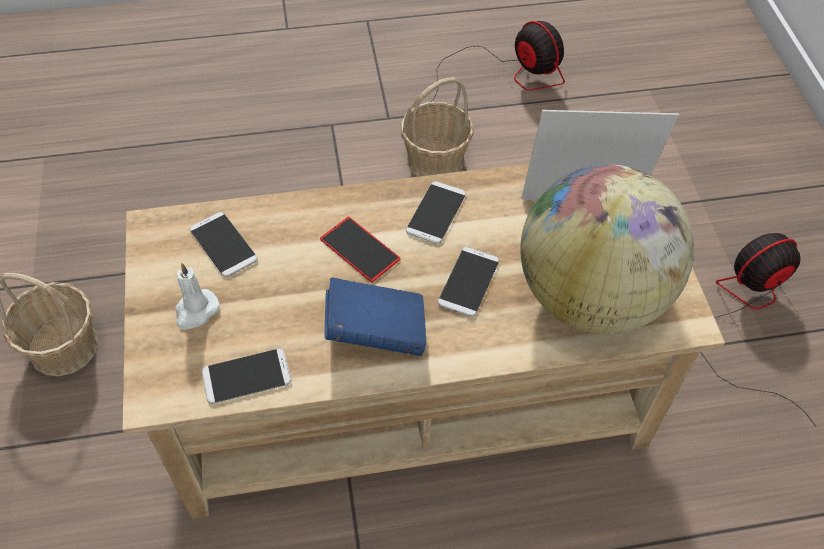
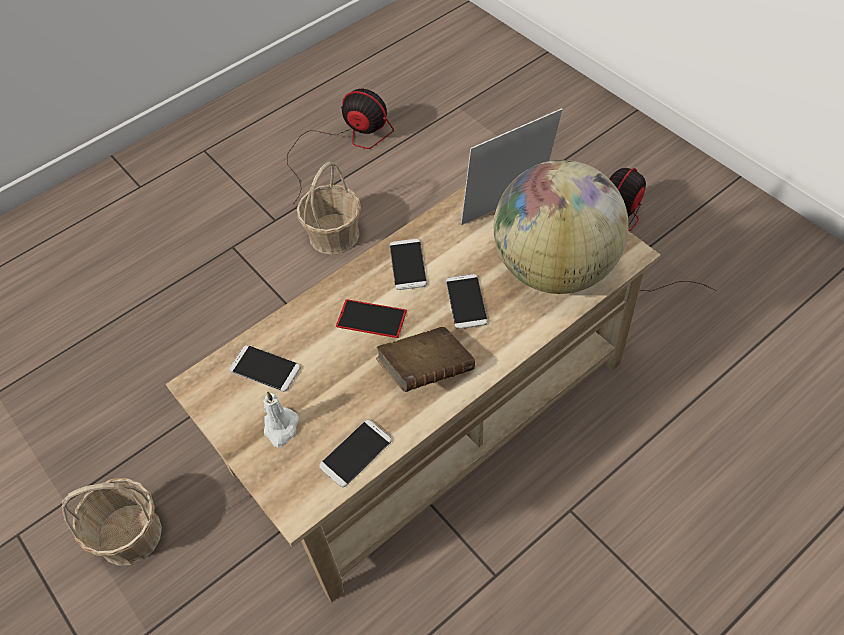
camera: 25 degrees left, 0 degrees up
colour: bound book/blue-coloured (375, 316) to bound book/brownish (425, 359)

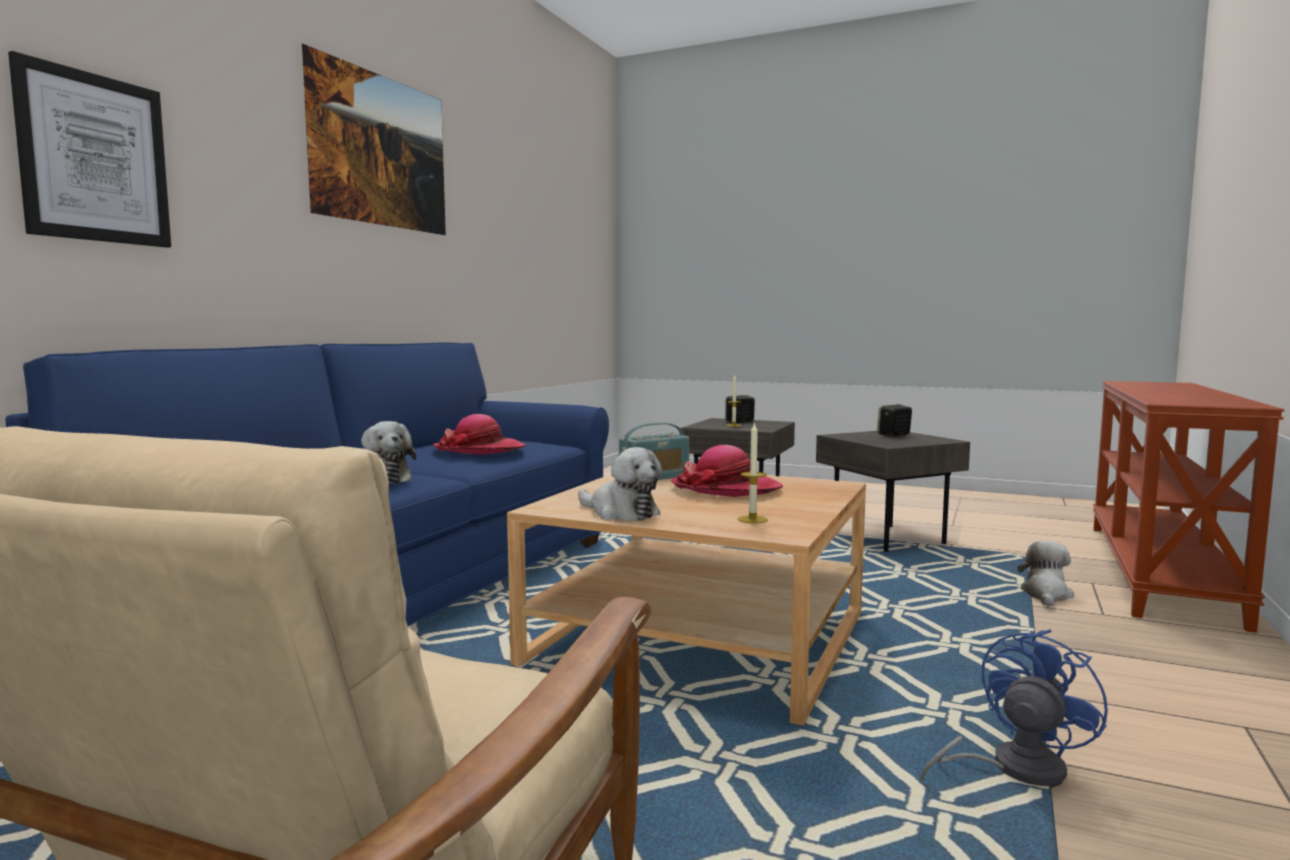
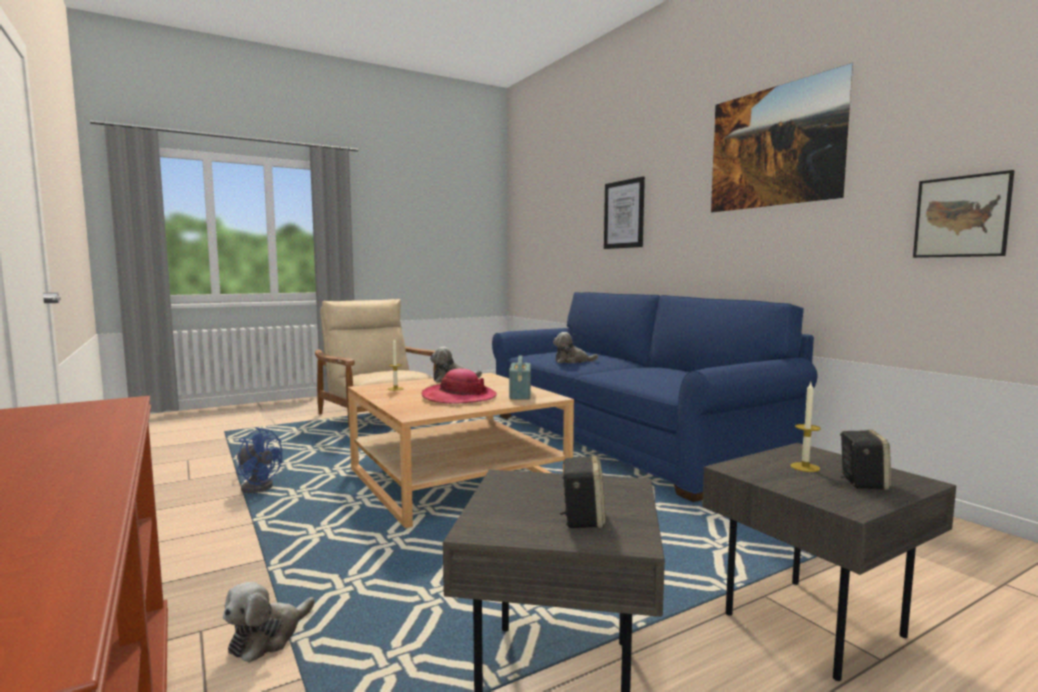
camera: 125 degrees right, 0 degrees up
missing: clothing hat (479, 434)
appeared: picture (963, 214)
spun: fan/blue-coloured (1014, 709) = (259, 460) 60 degrees counterclockwise; soft toy (1046, 574) = (269, 622) 60 degrees clockwise

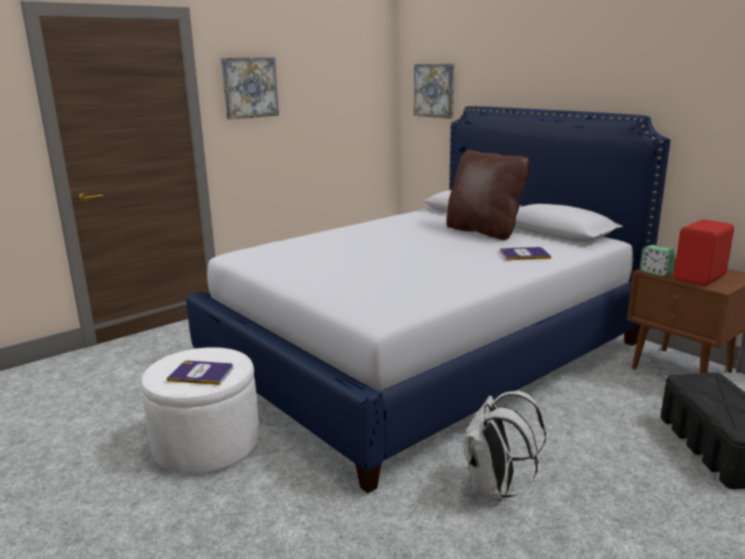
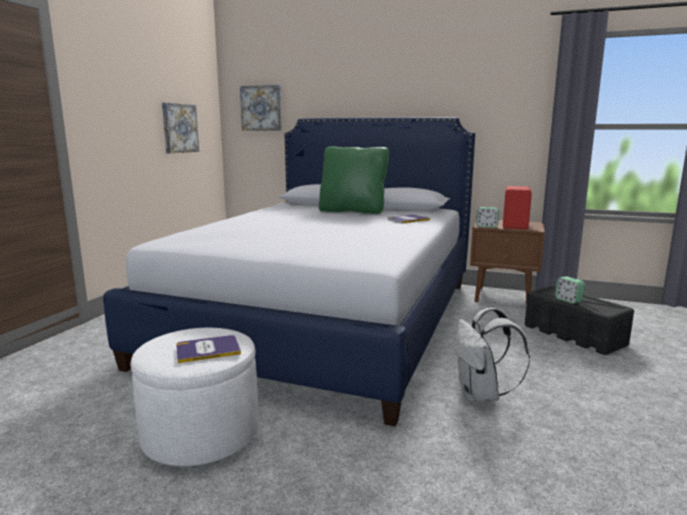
camera: 30 degrees left, 5 degrees down
appeared: alarm clock (570, 290)
relocated: picture (250, 88) to (180, 128)
colour: throw pillow/brownish (488, 195) to throw pillow/green (354, 180)

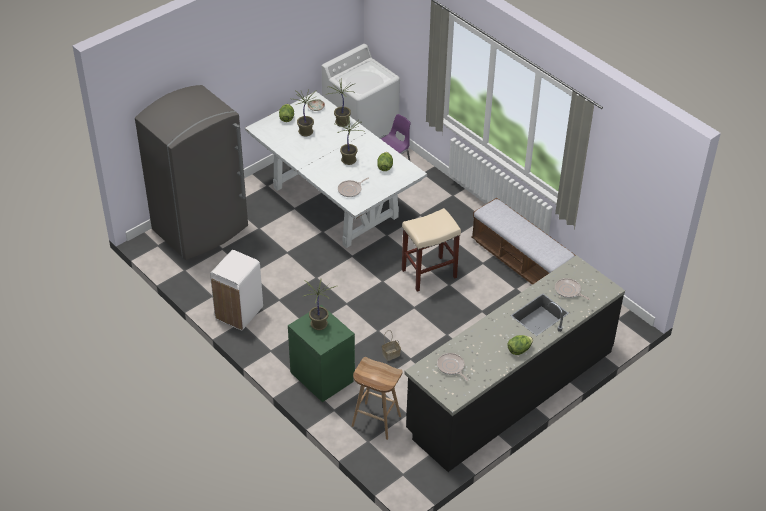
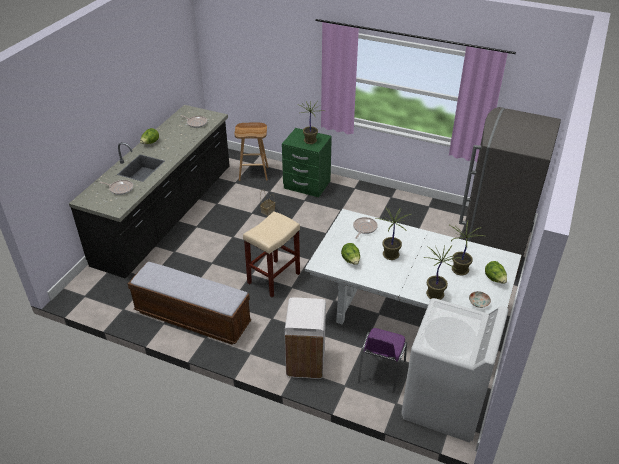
camera: 155 degrees right, 5 degrees down
relocated: waste bin/white-coloured (236, 290) to (305, 338)

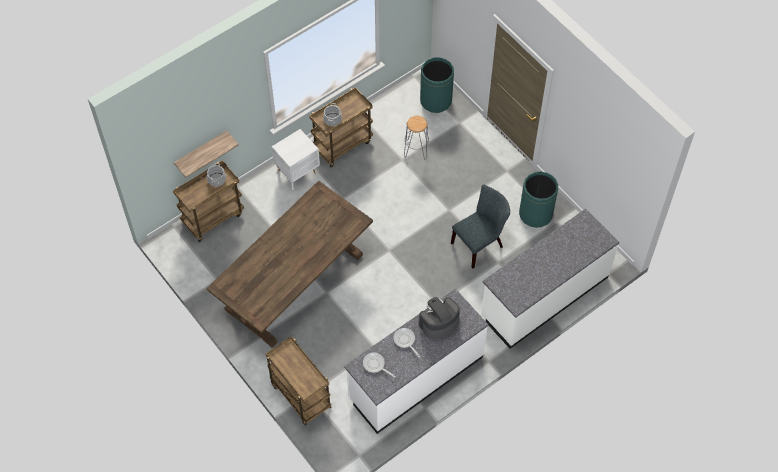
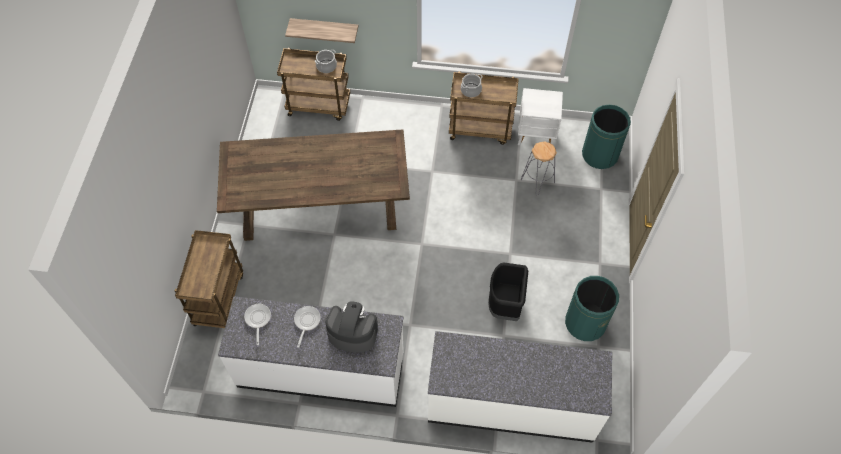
camera: 45 degrees right, 0 degrees up
relocated: night table/white-coloured (296, 159) to (540, 116)
exchanged: chair/gray (480, 226) to waste bin/blackish (508, 291)

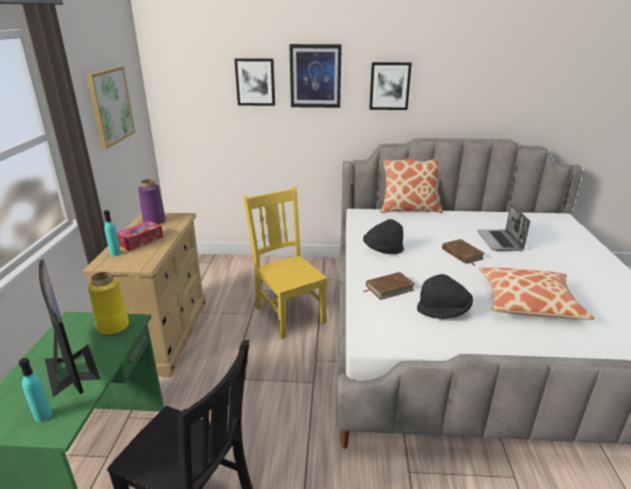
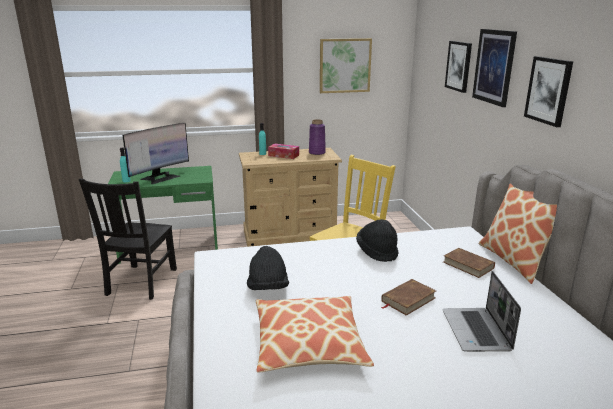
camera: 75 degrees right, 5 degrees down
missing: decorative vase/yellowish (108, 303)
relocated: bound book/brownish (389, 286) to (469, 263)
spun: laptop (503, 227) = (481, 311) 75 degrees counterclockwise

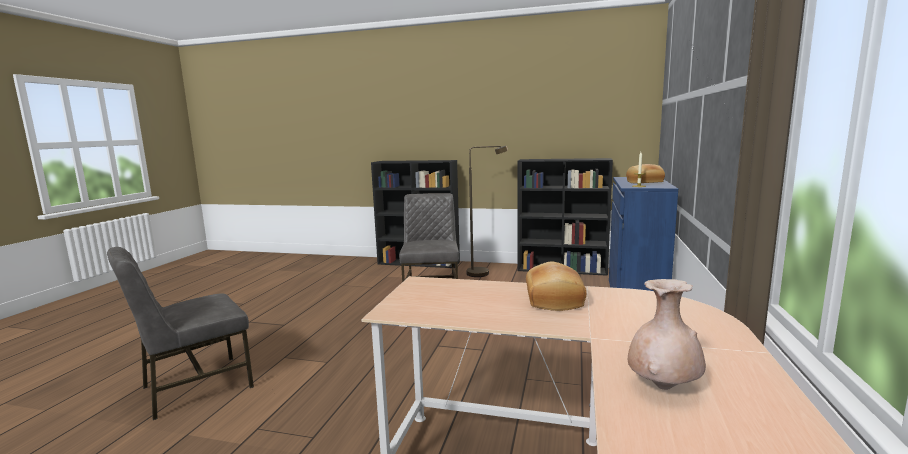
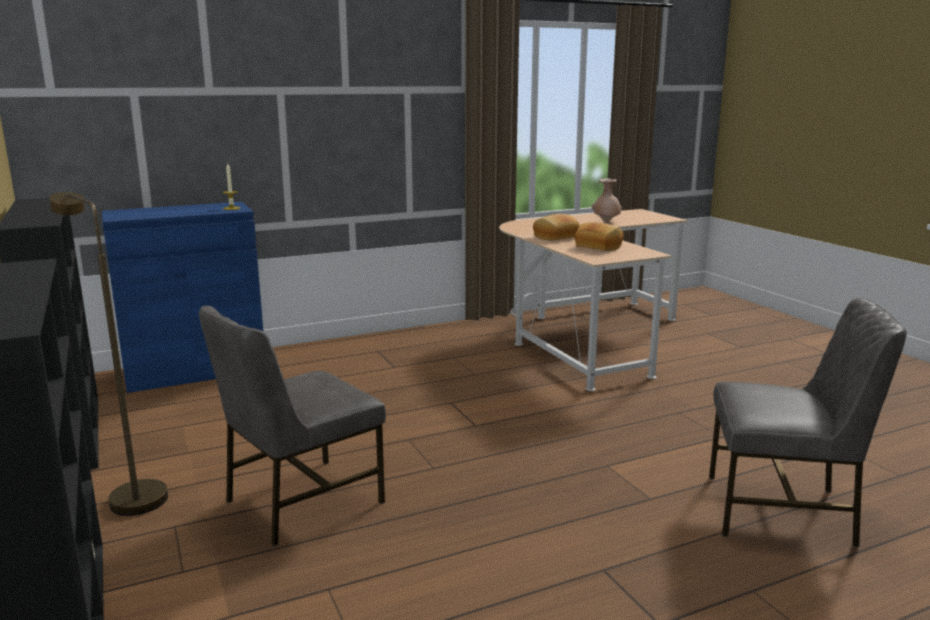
camera: 130 degrees left, 5 degrees up
relocated: bakery bread (645, 173) to (599, 236)

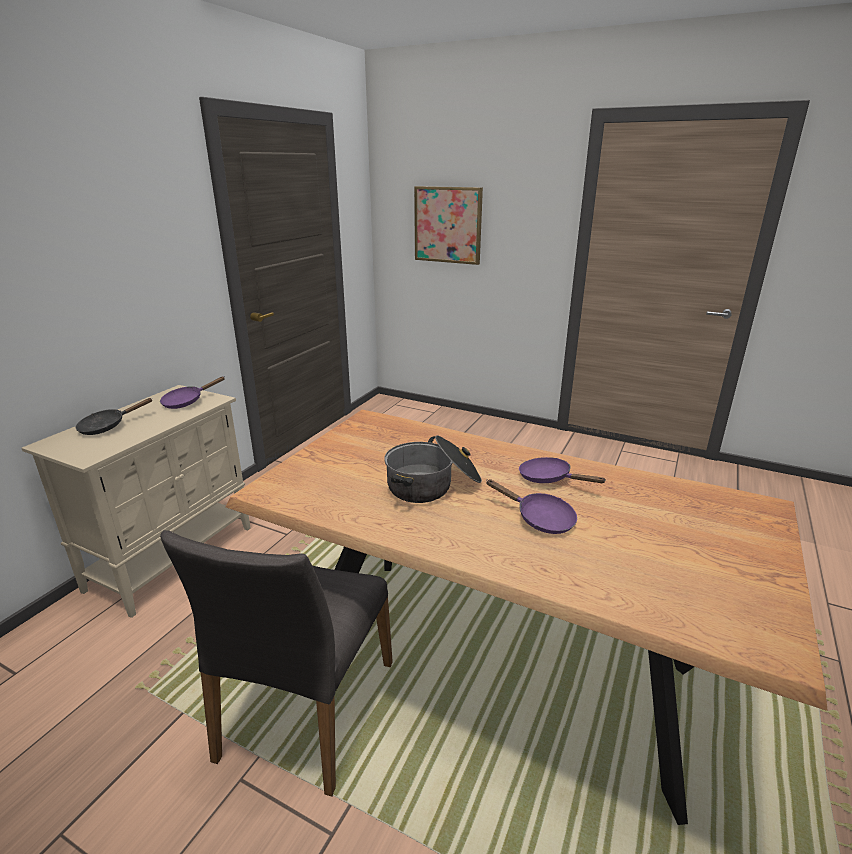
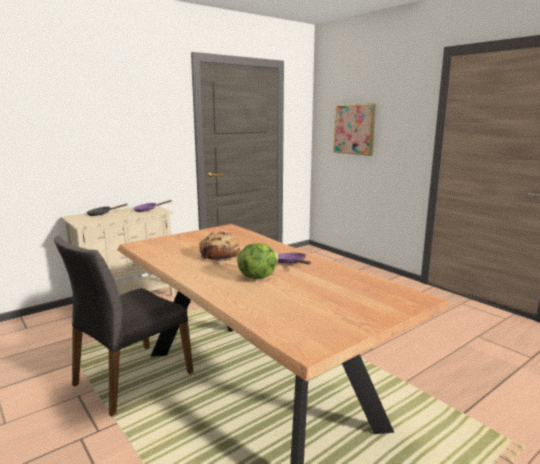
camera: 25 degrees right, 10 degrees down
exchanged: stockpot (433, 469) to bakery bread (219, 246); frying pan/purple (531, 506) to head of lettuce (258, 261)

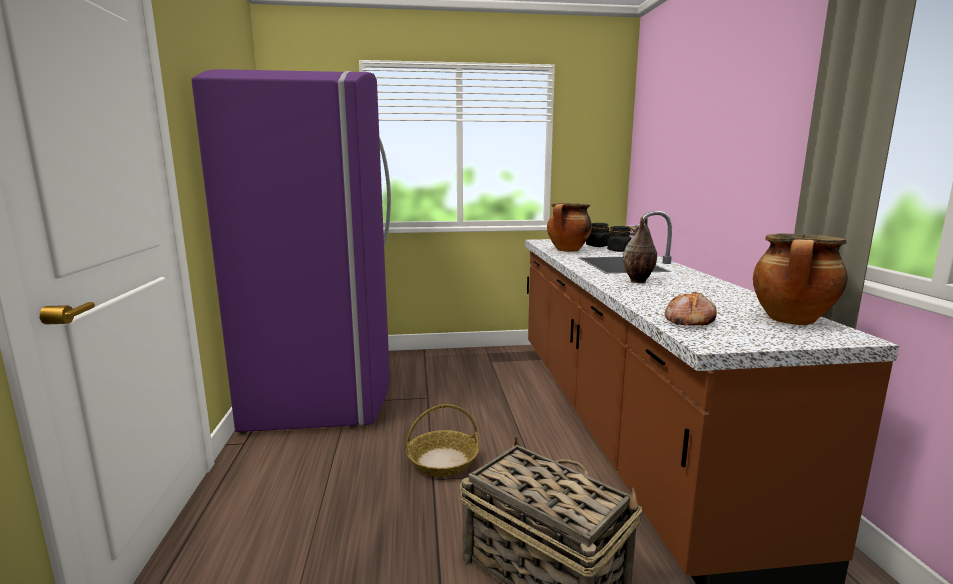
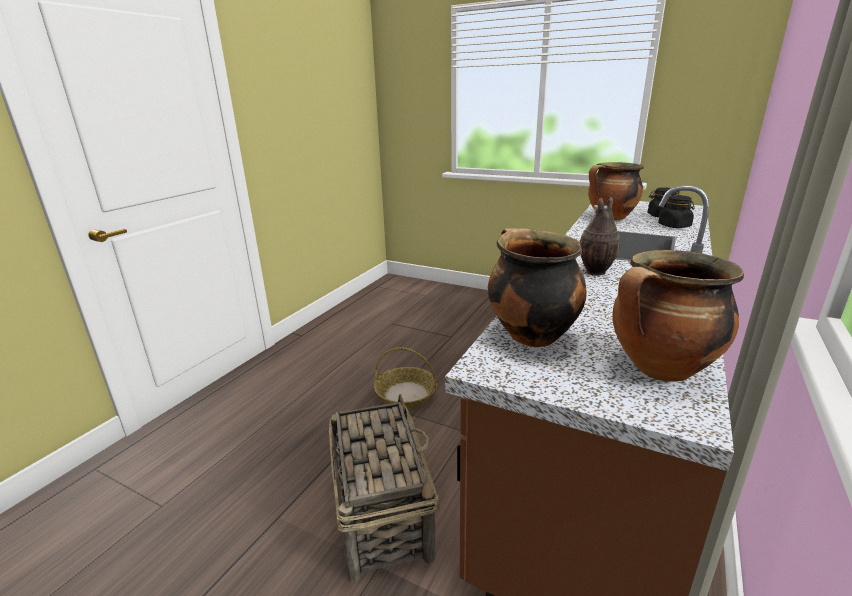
camera: 35 degrees right, 10 degrees up
missing: refrigerator/purple (291, 251)
exchanged: bakery bread (691, 308) to stockpot (537, 287)

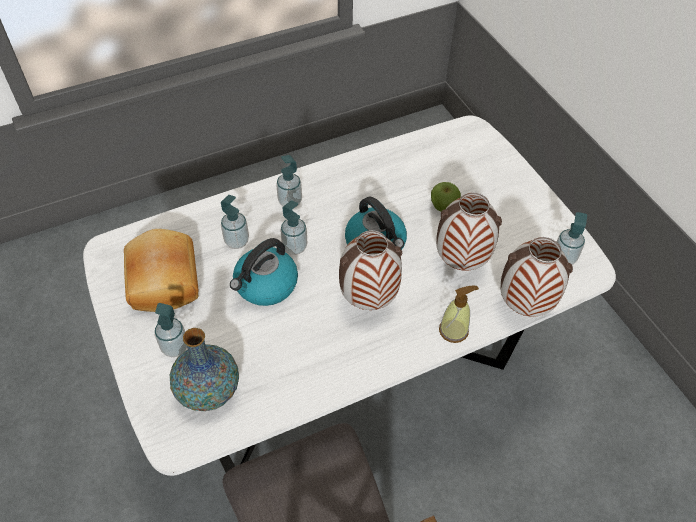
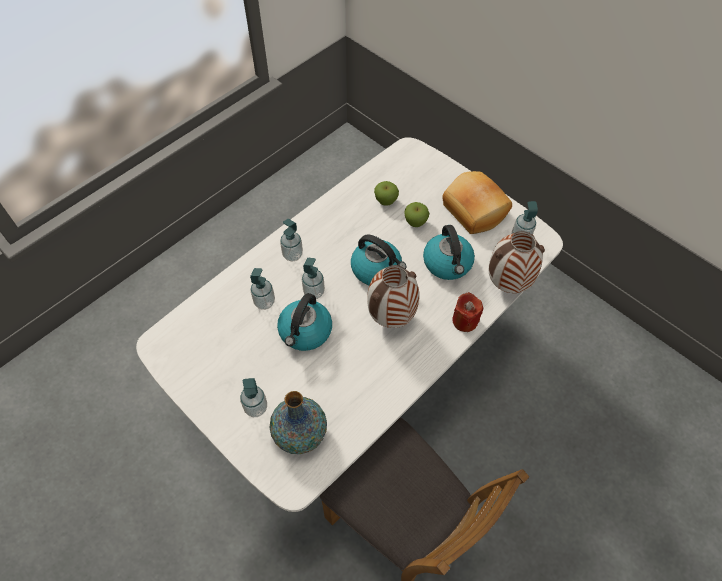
camera: 20 degrees left, 5 degrees up
appeared: apple fruit (386, 193)
relocated: bakery bread (161, 270) to (477, 202)
exchanged: decorative vase (469, 231) to kettle (449, 252); liquid soap bottle (459, 314) to wax light/reddish (467, 312)

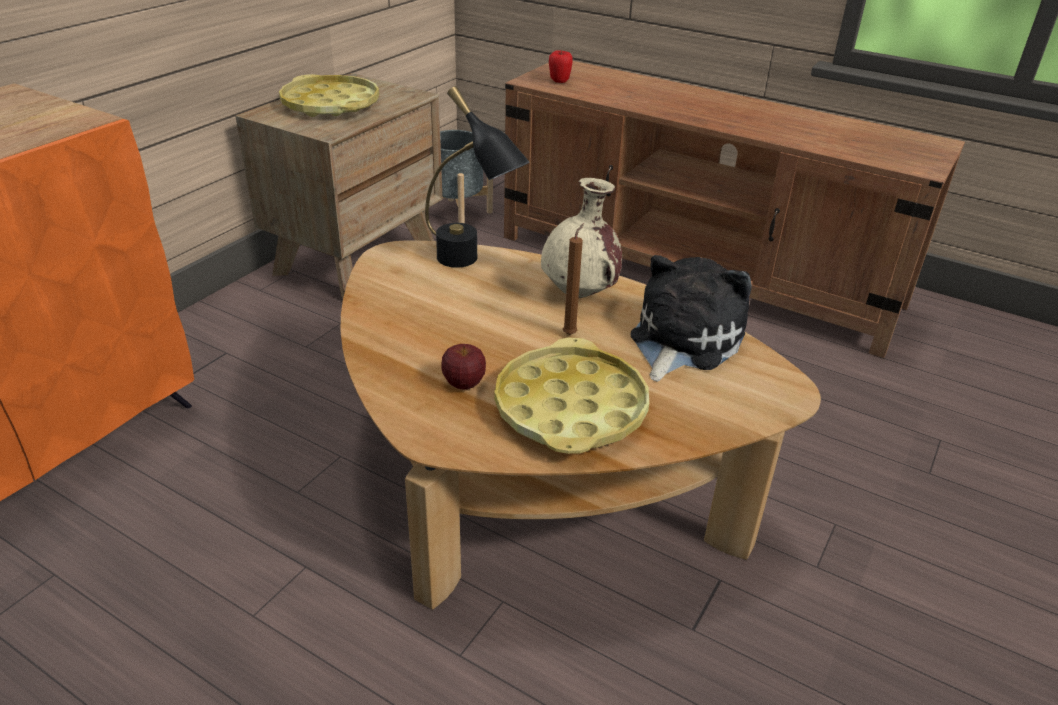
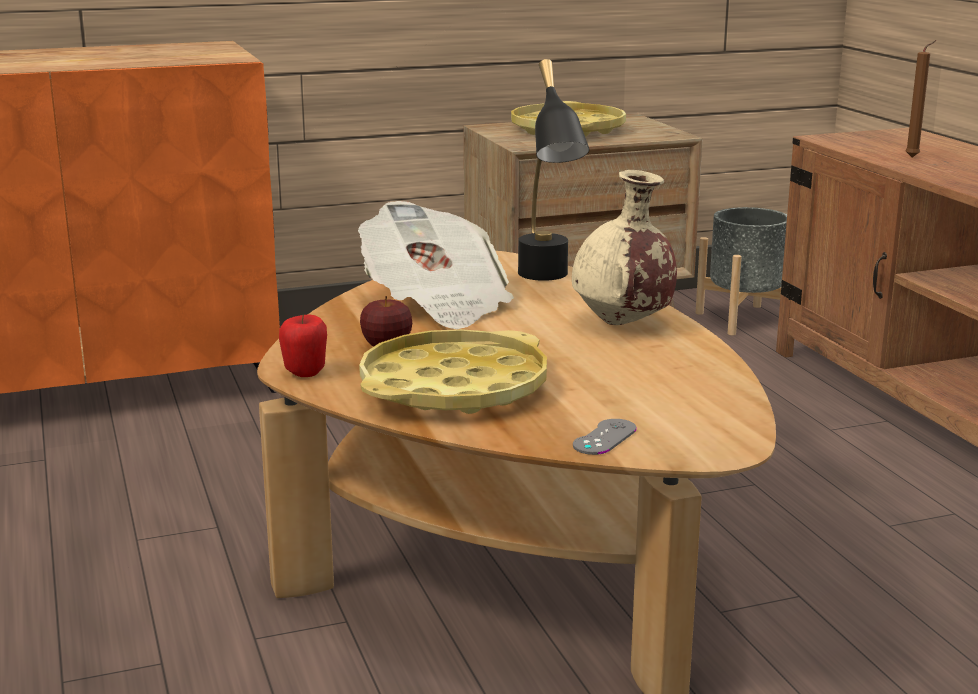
camera: 40 degrees right, 15 degrees down
missing: soft toy (691, 318)
appeared: daily paper (436, 265); joypad/gray (605, 437)
relocated: apple fruit (561, 66) to (303, 345); wax light/brownish (573, 279) to (920, 98)

